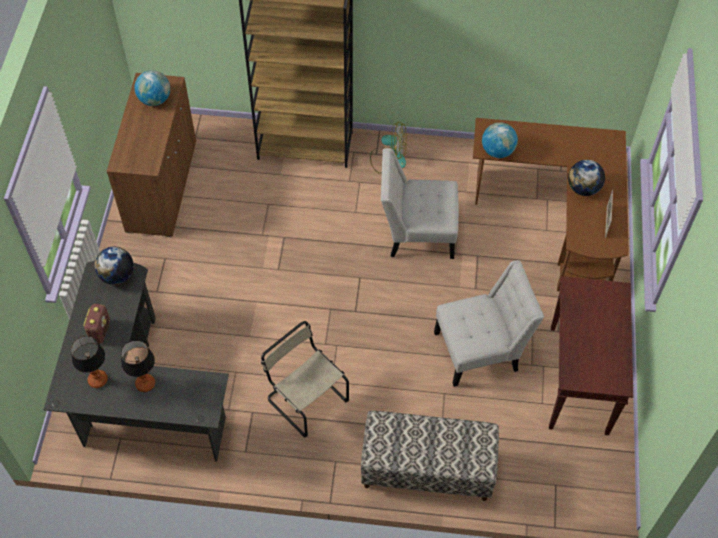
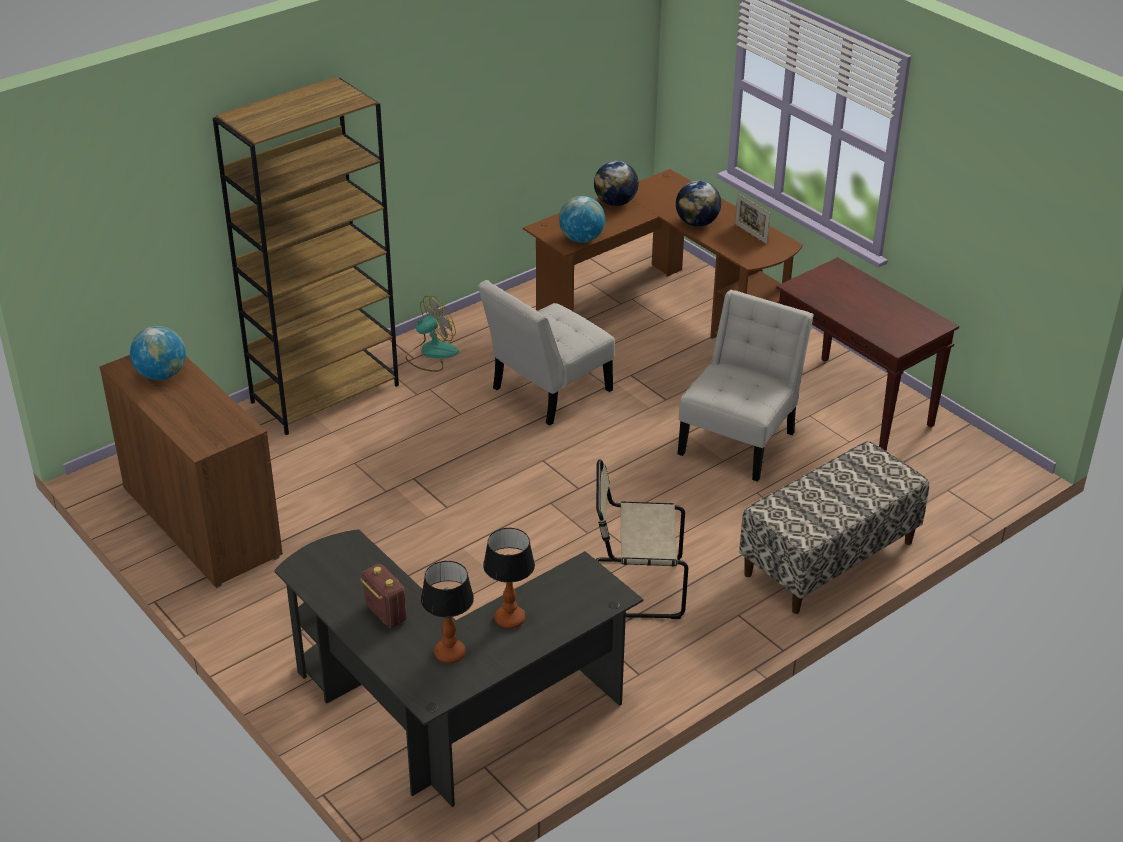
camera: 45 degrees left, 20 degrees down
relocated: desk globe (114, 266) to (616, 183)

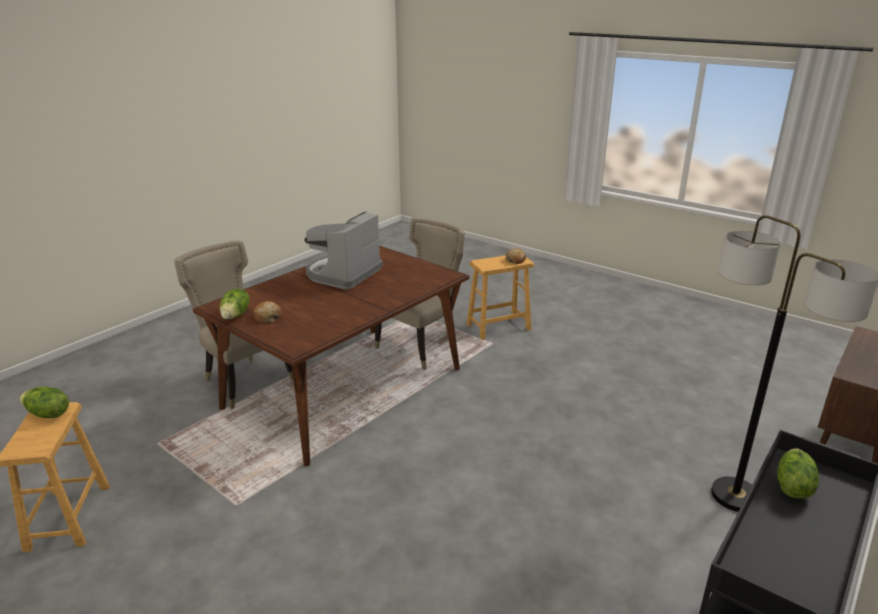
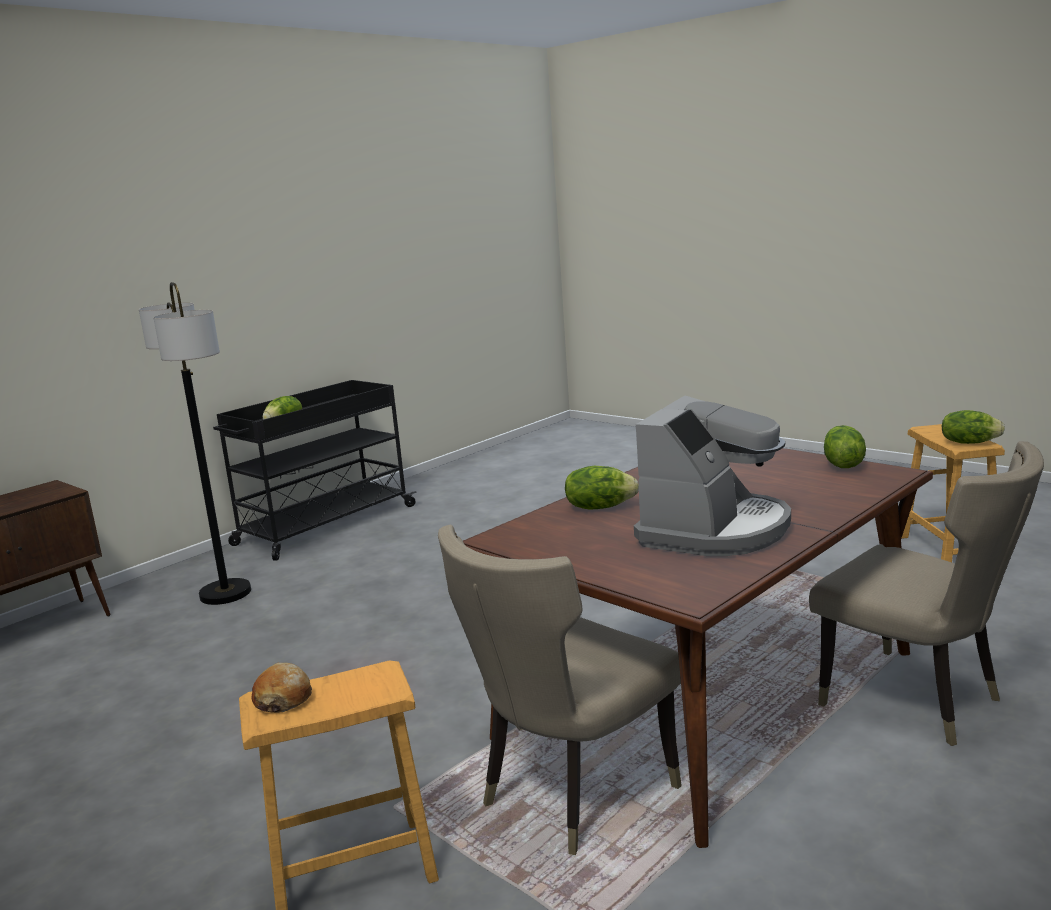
camera: 175 degrees left, 10 degrees down
missing: bakery bread (268, 311)
appeared: head of lettuce (602, 488)

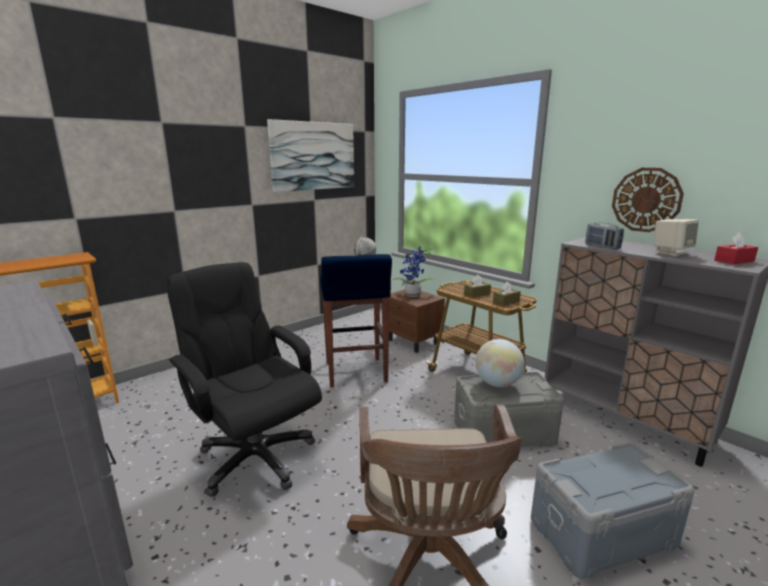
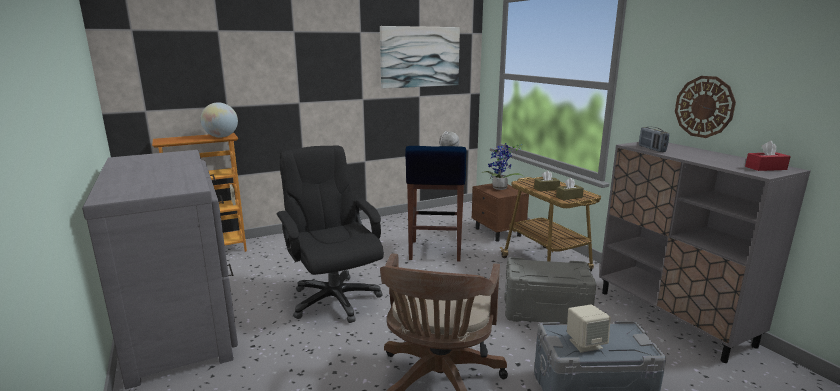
camera: 15 degrees right, 0 degrees up
relocated: desk globe (500, 363) to (219, 120); audio speaker/beige-coloured (676, 237) to (589, 328)

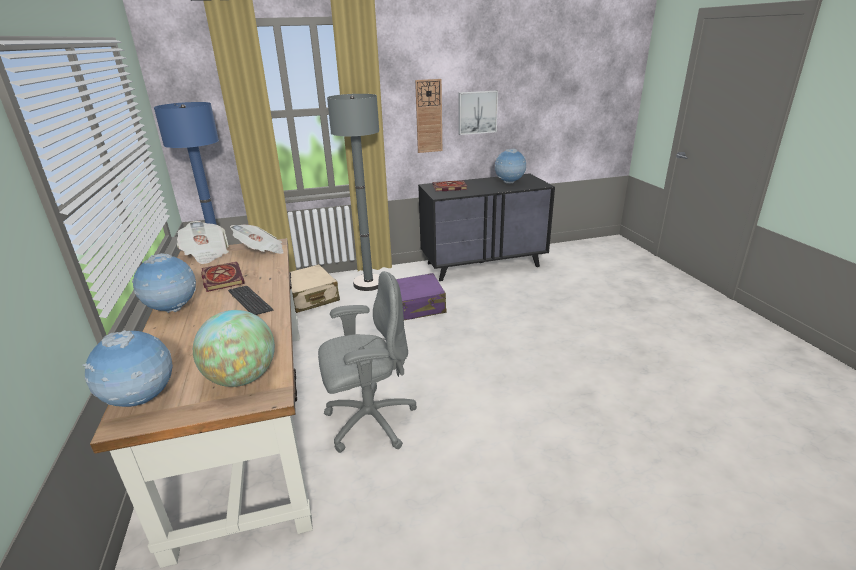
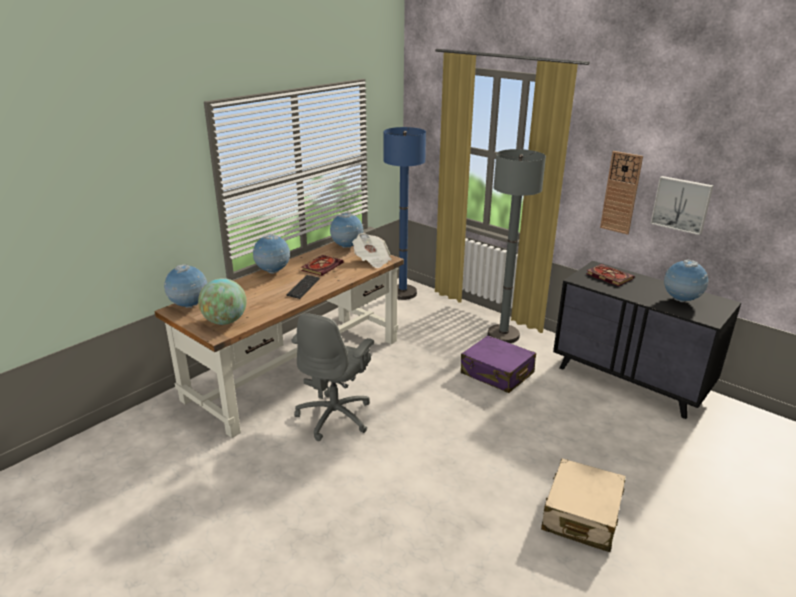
camera: 55 degrees right, 0 degrees up
relocated: piece of luggage/beige-coloured (315, 288) to (583, 505)
exchanged: daily paper (203, 242) to desk globe (346, 230)
spun: desk chair/gray (367, 362) = (333, 377) 75 degrees clockwise

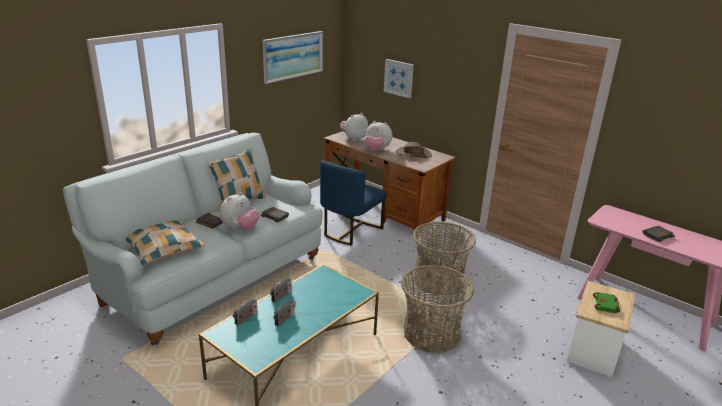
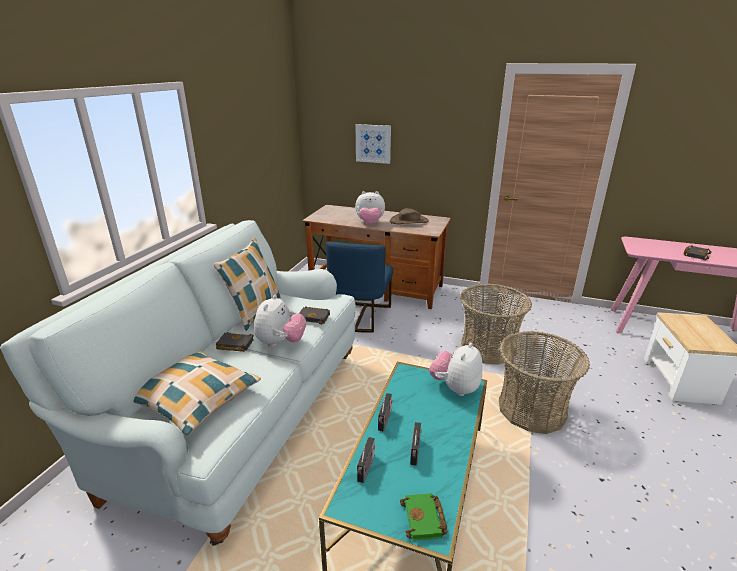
camera: 20 degrees left, 0 degrees up
missing: picture (292, 57)
relocated: soft toy (354, 127) to (455, 369); bound book/green (606, 302) to (424, 517)

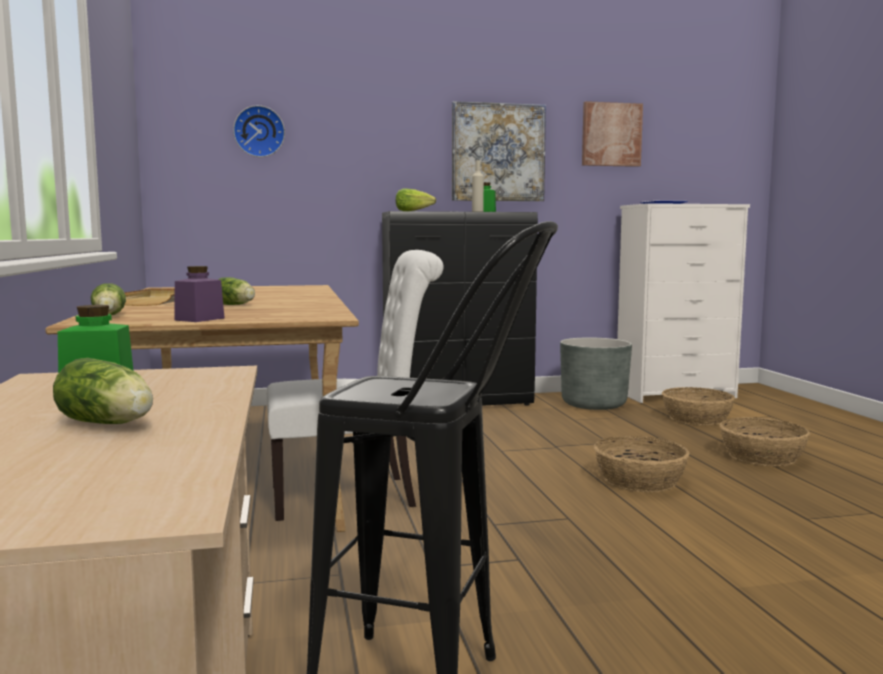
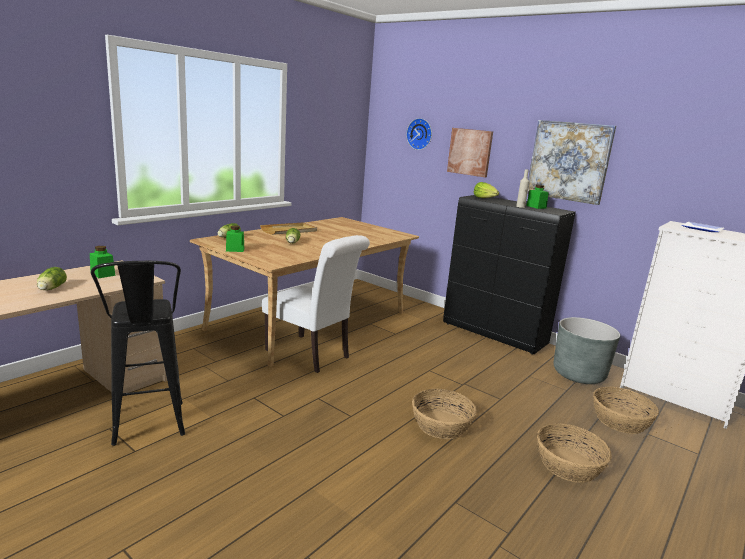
camera: 50 degrees right, 10 degrees up
relocated: picture (612, 134) to (470, 152)
colour: jar/purple (200, 294) to jar/green (235, 239)

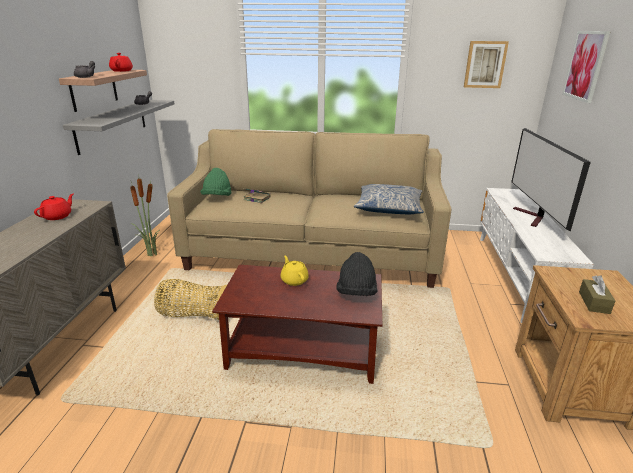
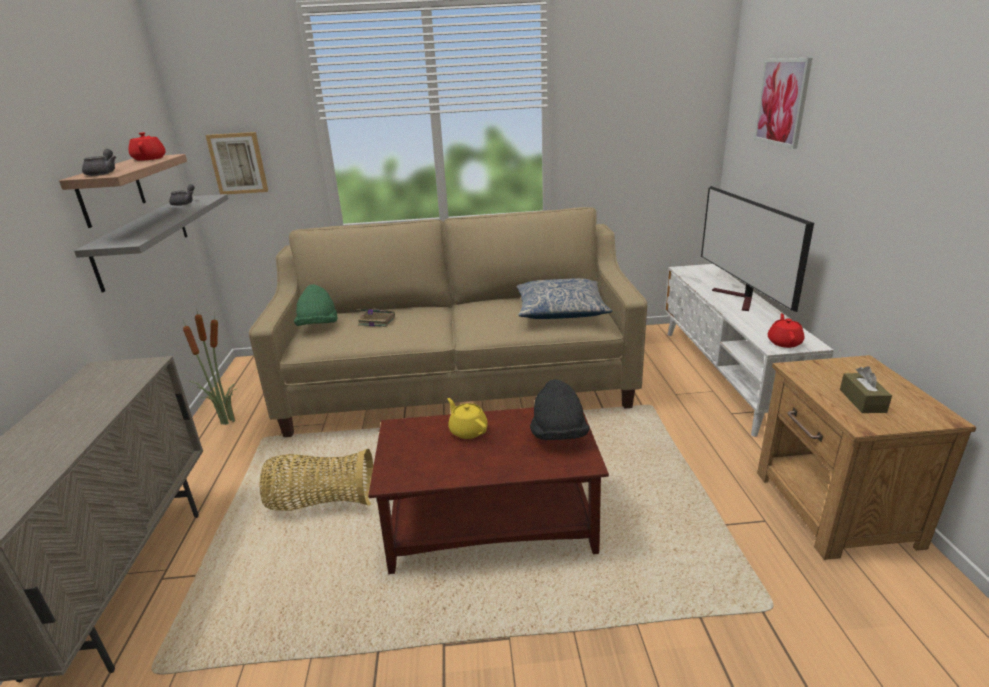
camera: 10 degrees left, 0 degrees up
relocated: pot for tea/reddish (53, 207) to (786, 330); picture (486, 64) to (236, 163)

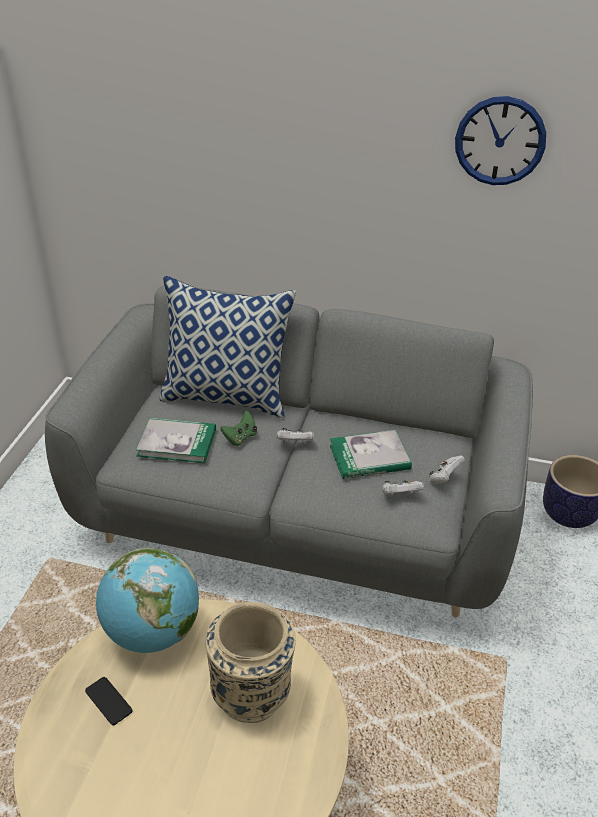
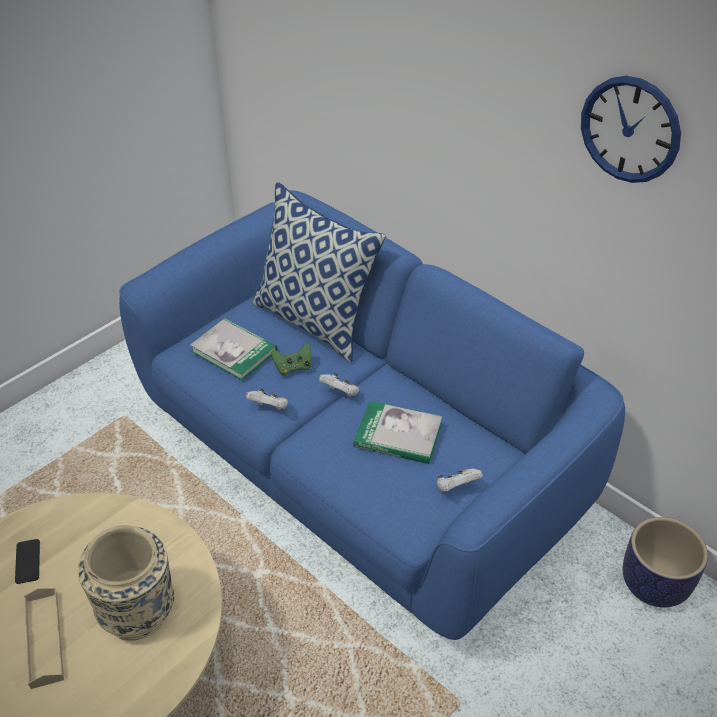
camera: 30 degrees right, 5 degrees up
missing: desk globe (147, 600)
appeared: carrying tray/beige-coloured (44, 638)
relocated: joypad/white-coloured (403, 489) to (267, 399)
colour: settee/gray (289, 451) to settee/blue-coloured (372, 415)

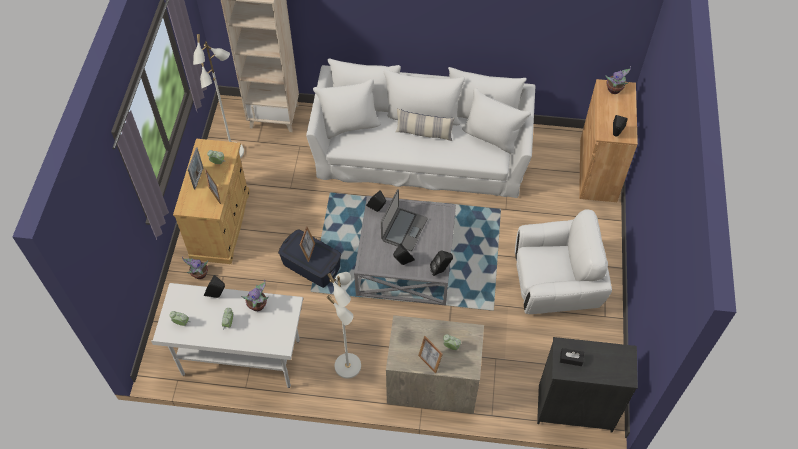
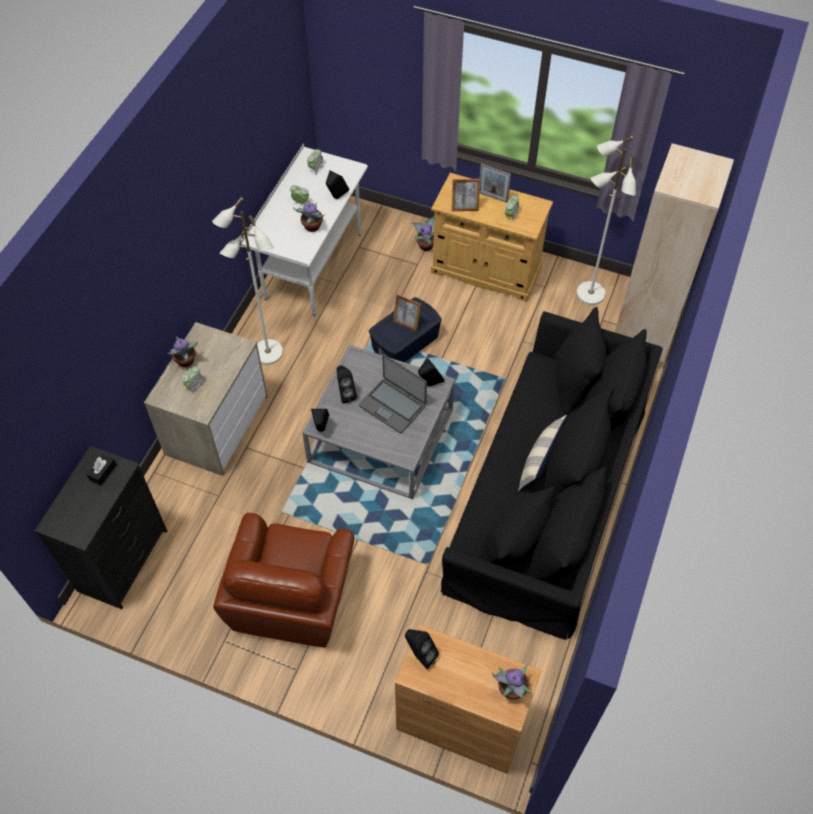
camera: 105 degrees right, 0 degrees up
exchanged: picture frame (430, 354) to houseplant (182, 351)
colour: settee/white-coloured (420, 128) to settee/blackish (551, 473); easy chair/white-coloured (563, 261) to easy chair/brownish (283, 580)

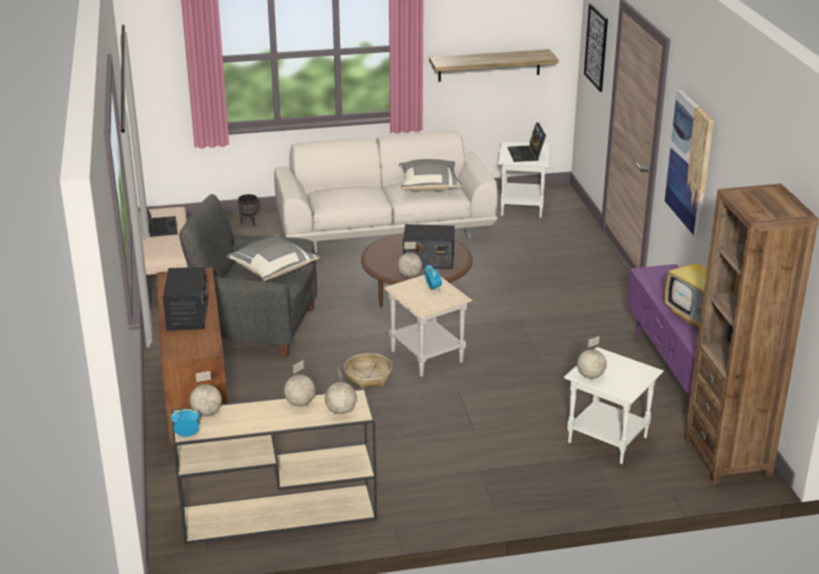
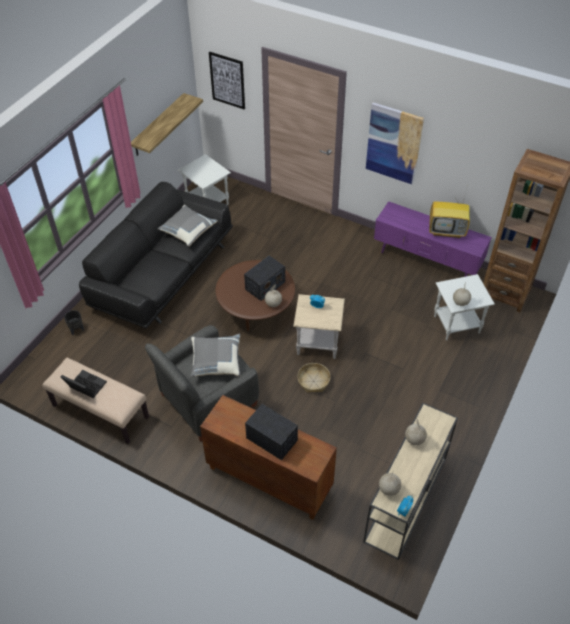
camera: 50 degrees left, 20 degrees up
missing: desk globe (341, 391); laptop (527, 142)
colour: settee/white-coloured (386, 192) to settee/blackish (156, 255)

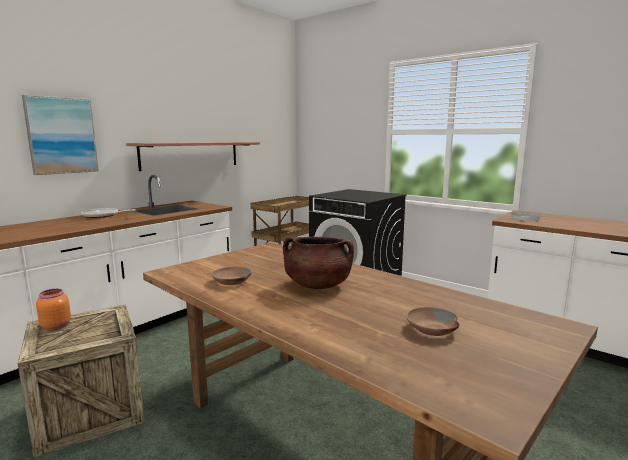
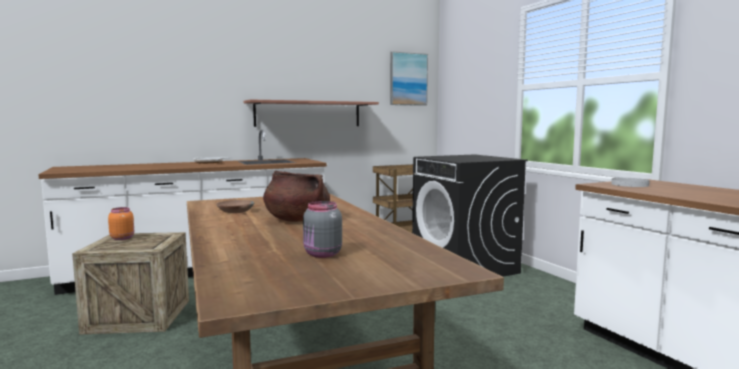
camera: 25 degrees right, 5 degrees down
relocated: picture (60, 135) to (409, 78)
exchanged: serving bowl/brownish (433, 321) to jar/gray (322, 229)

